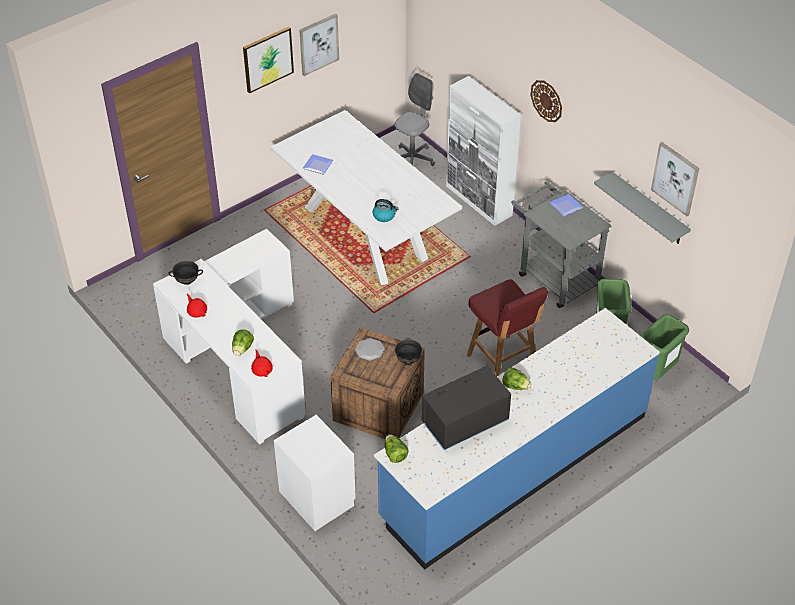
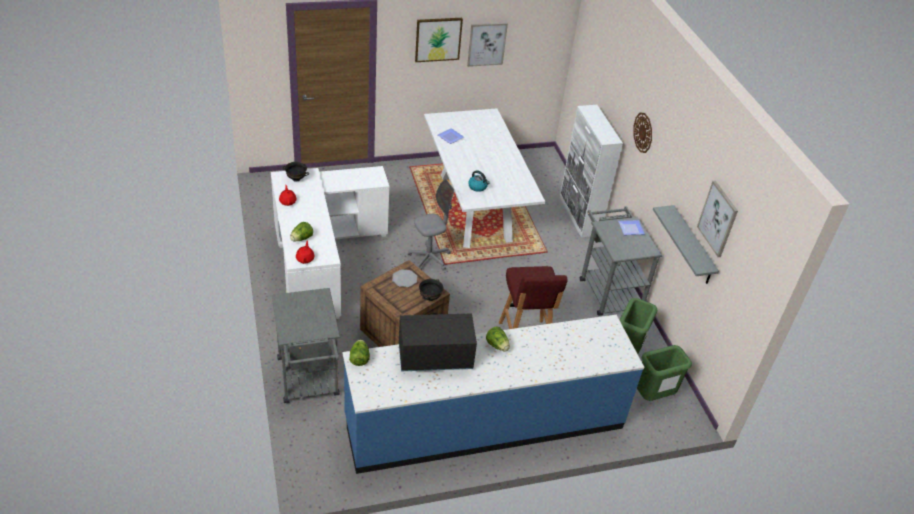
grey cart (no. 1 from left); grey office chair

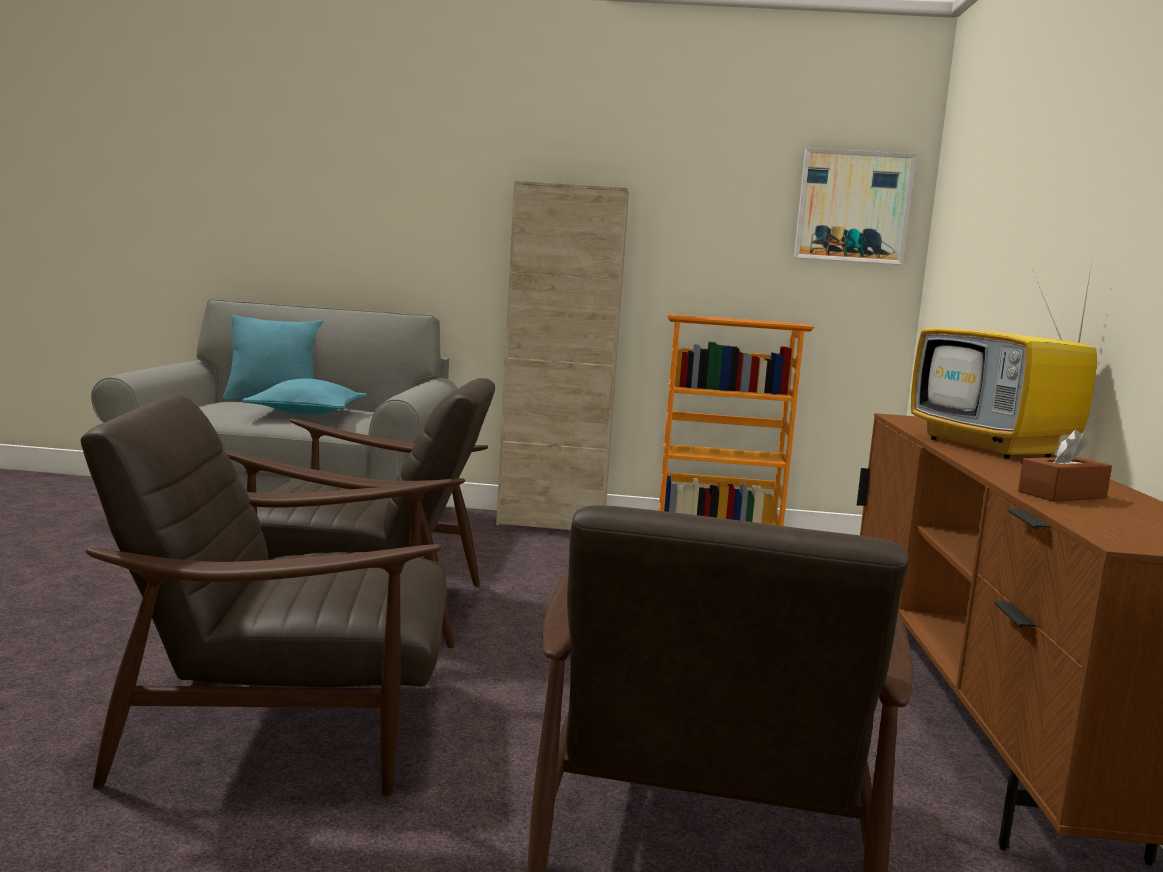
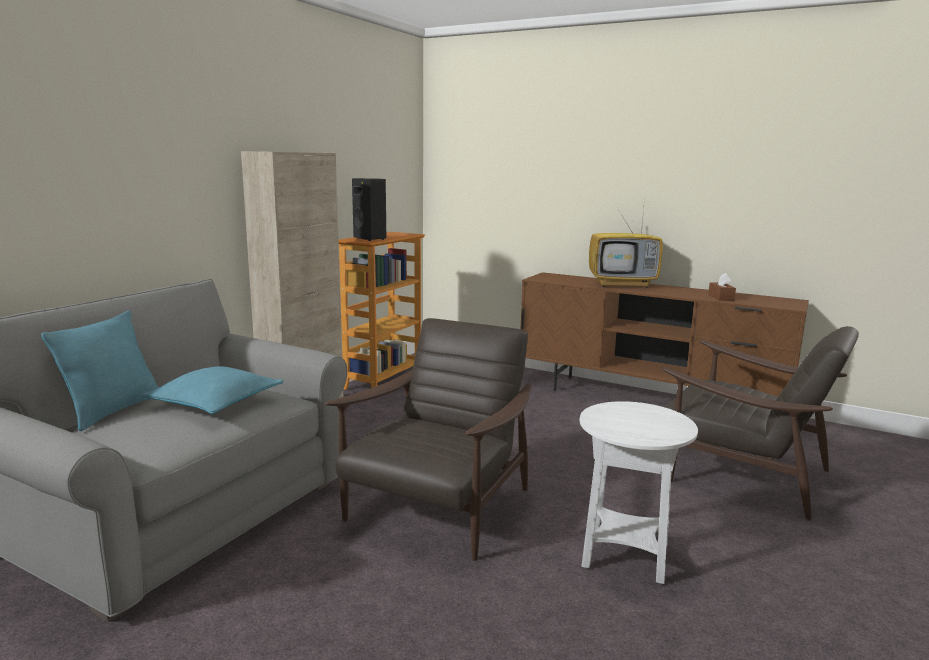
white side table; picture; black speaker

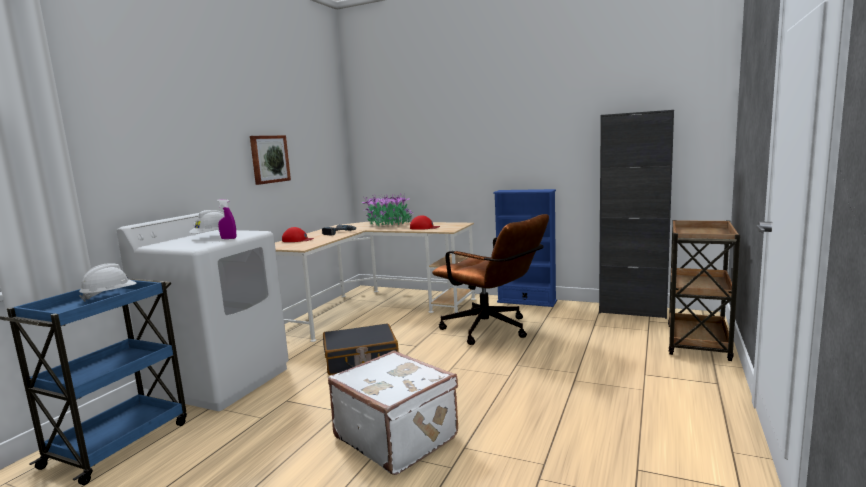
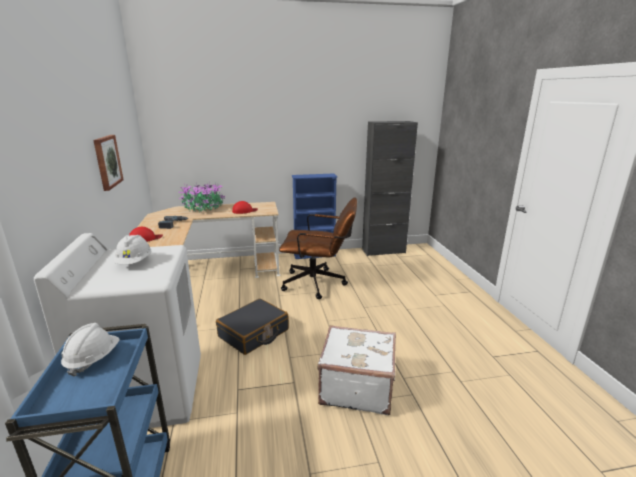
purple spray bottle; brown cart

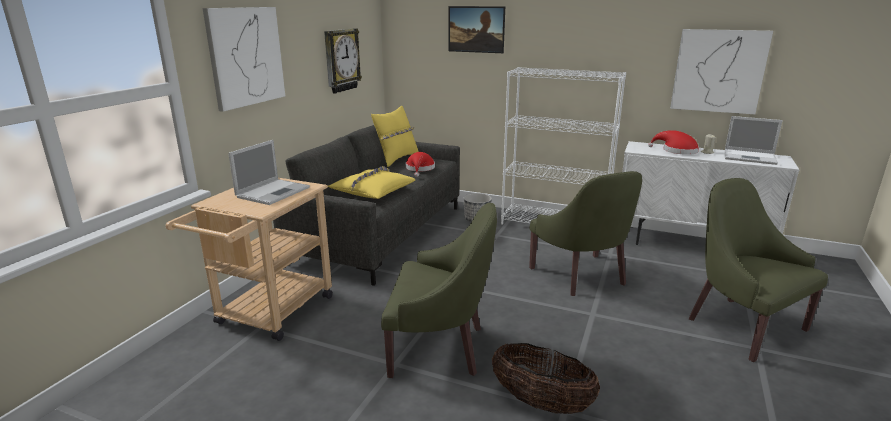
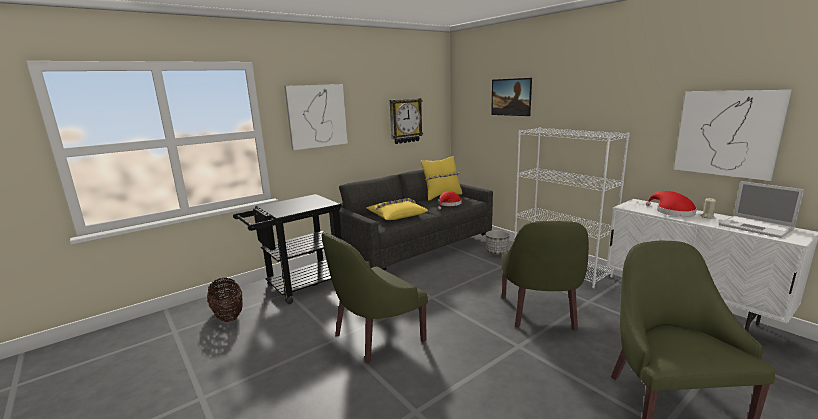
black cart; laptop (no. 1 from left in the first image); green armchair (no. 1 from left); basket

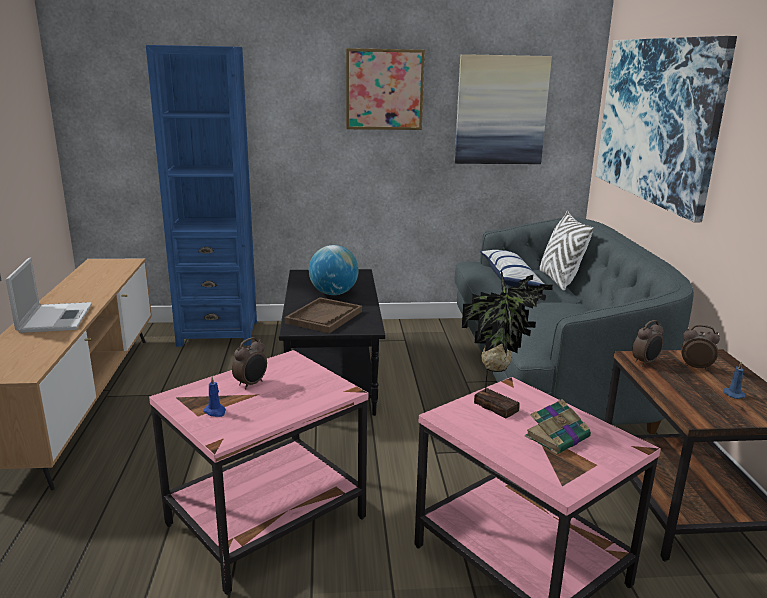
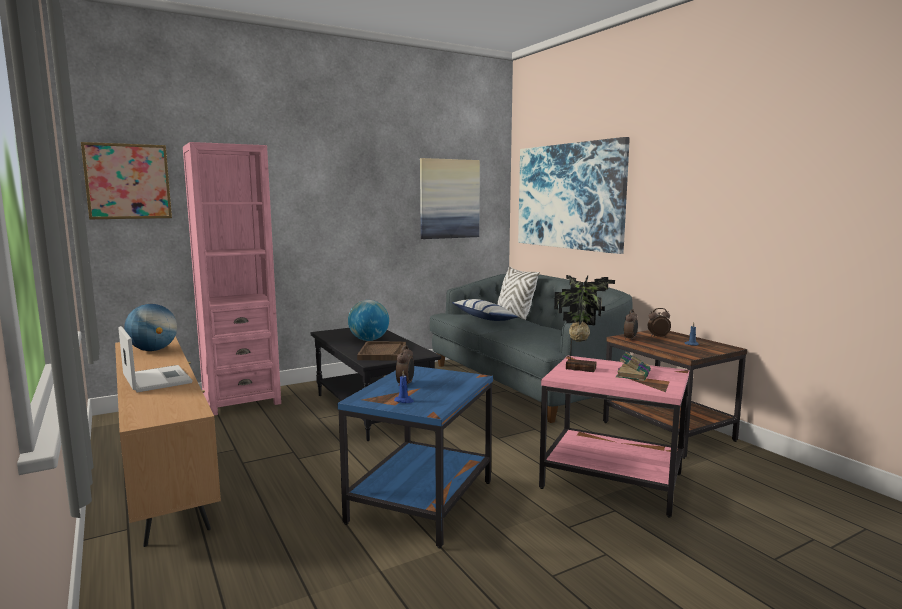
pink bookcase; blue side table; picture (no. 1 from left); globe (no. 1 from left)

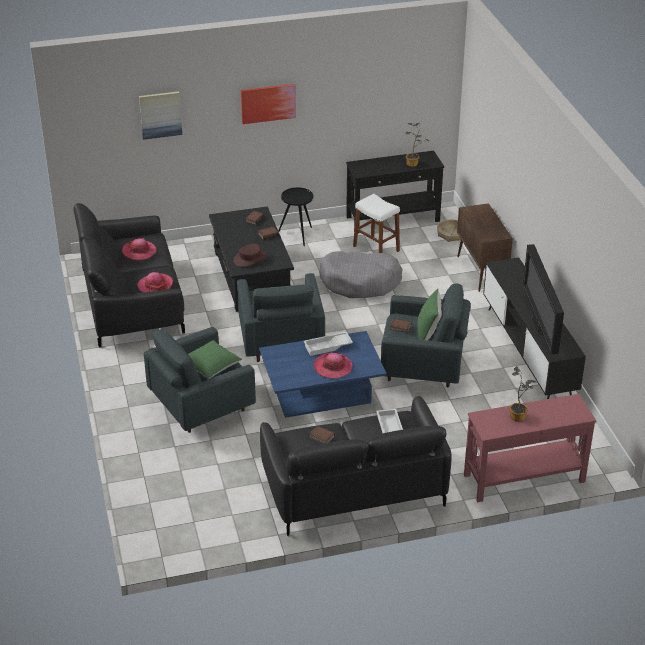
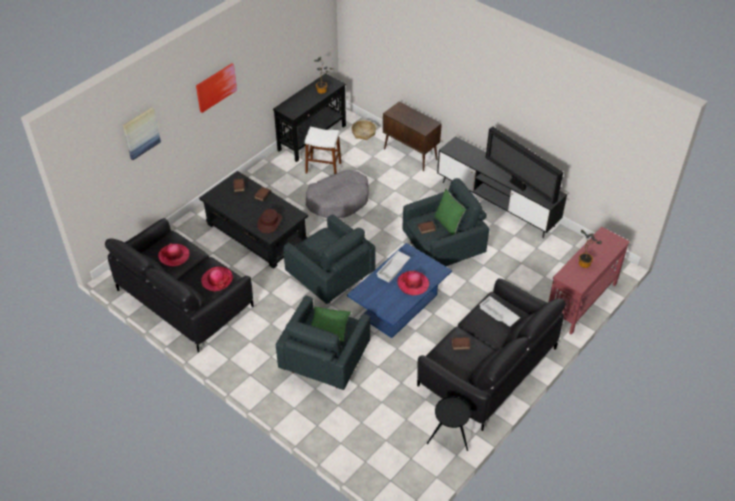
black side table

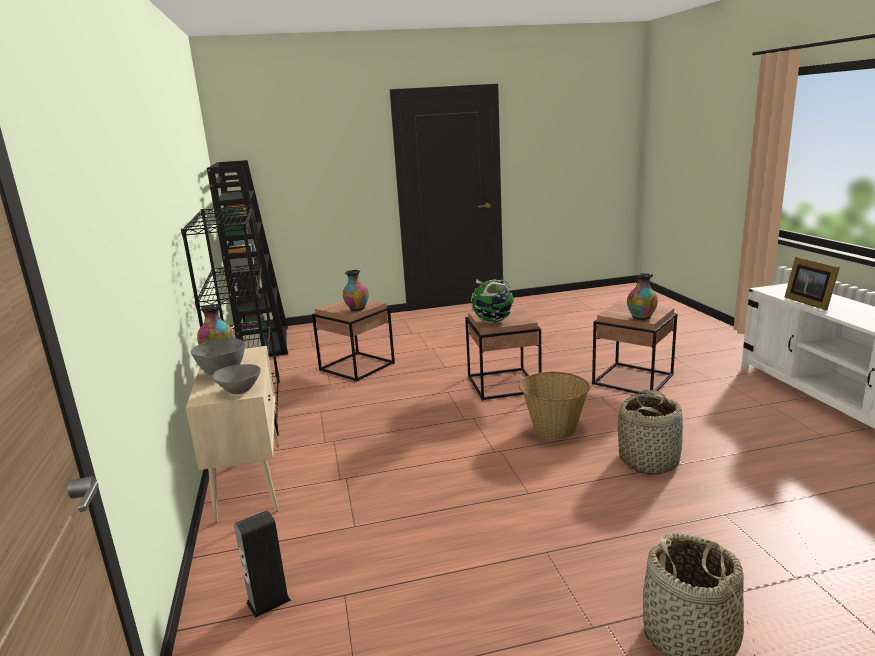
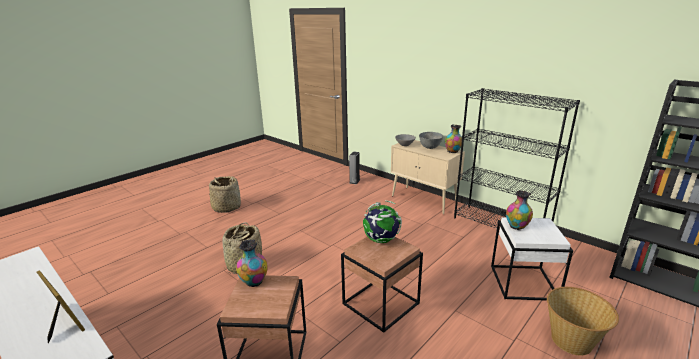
white side table; basket (no. 3 from left)

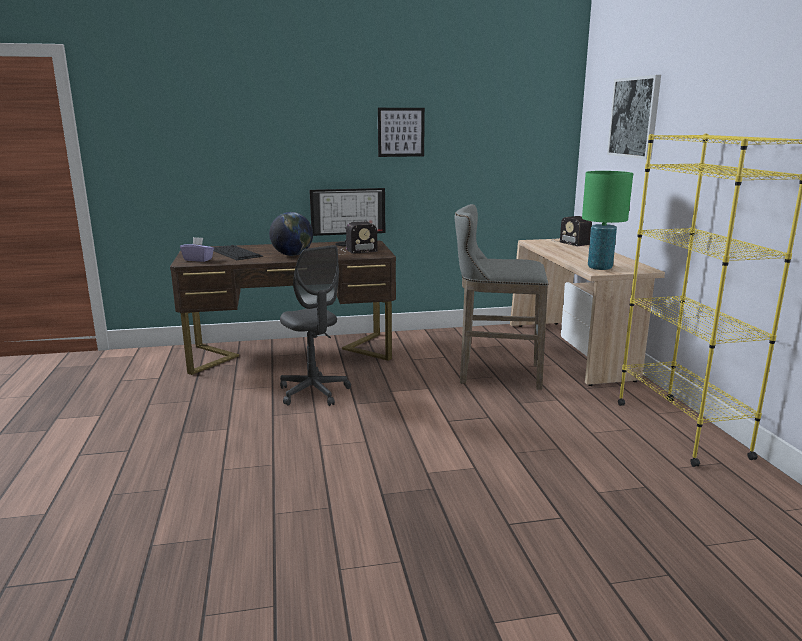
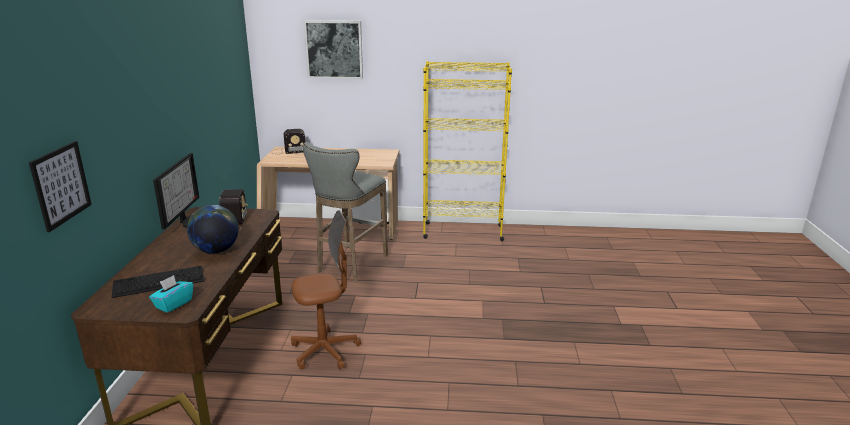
turquoise tissue box; brown office chair; picture (no. 1 from left); green table lamp

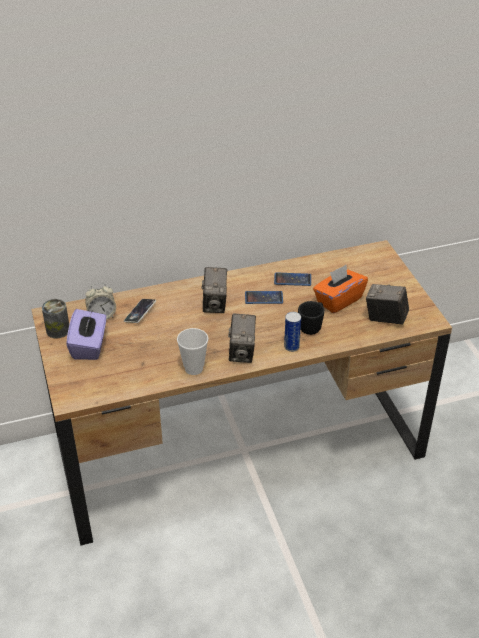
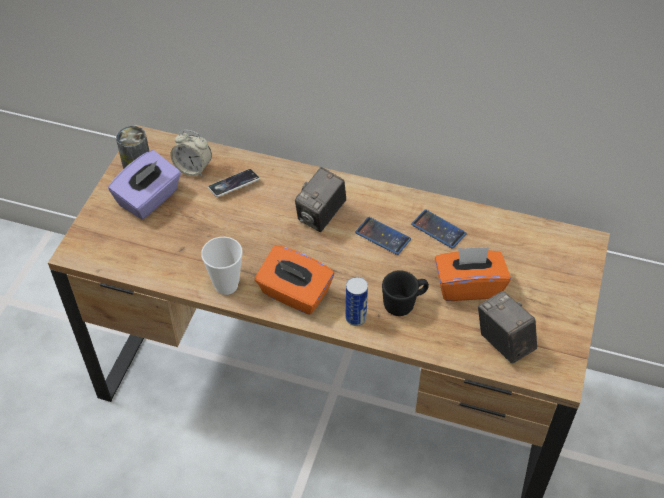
orange tissue box (no. 1 from left)

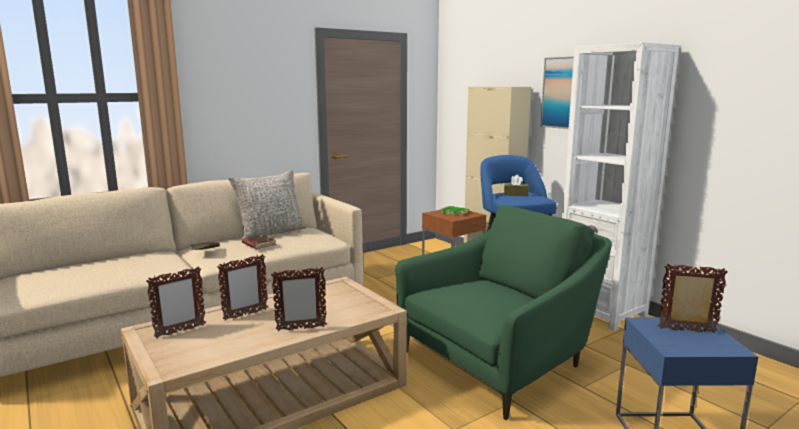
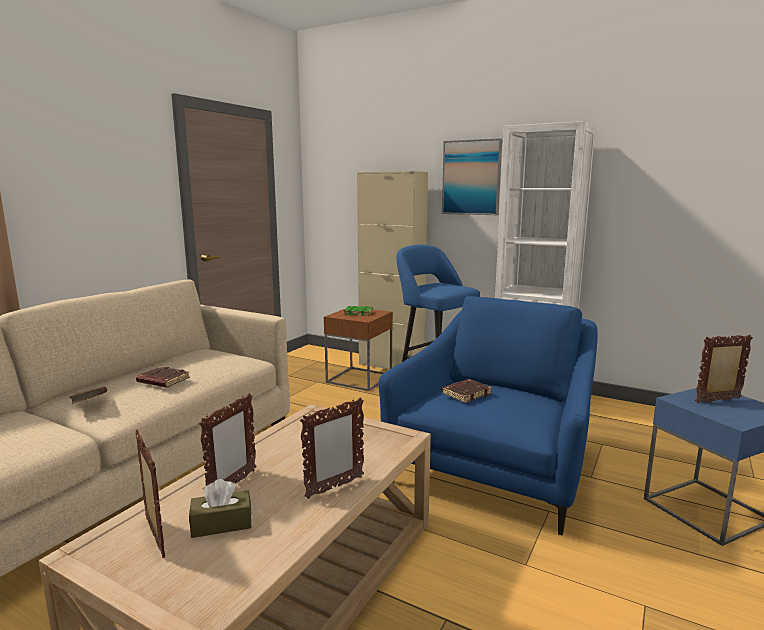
picture frame (no. 1 from left); grey pillow; blue armchair; brown tissue box; brown book (no. 3 from left)

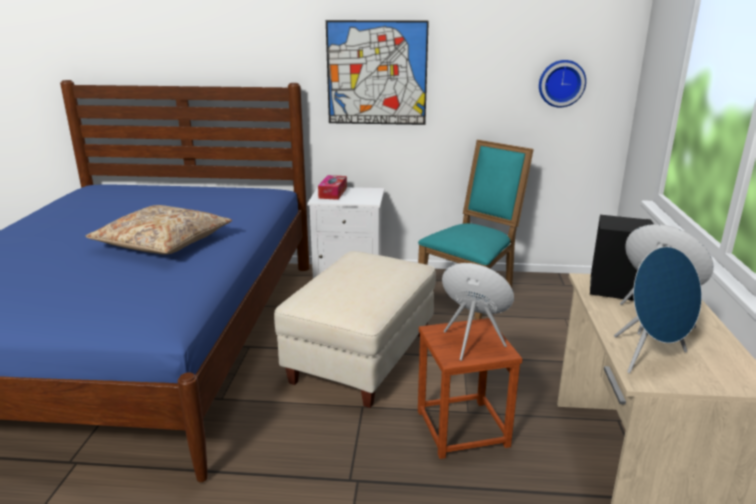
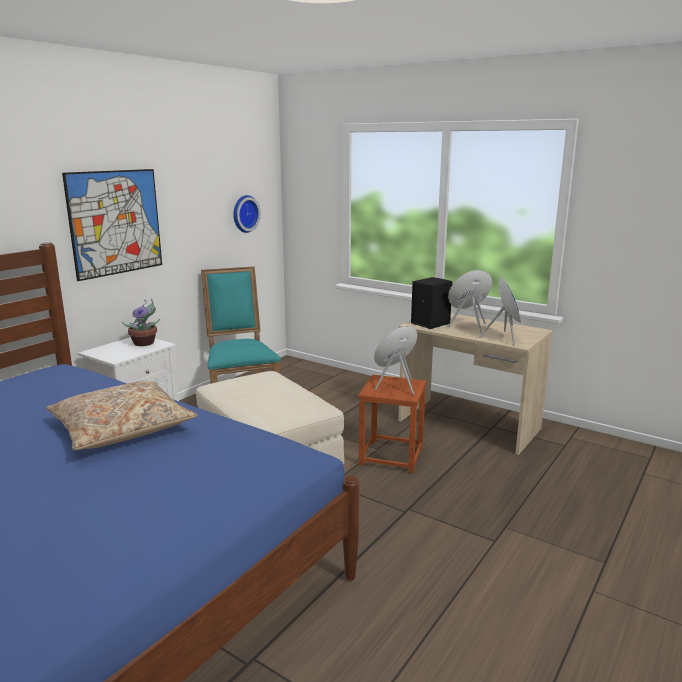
tissue box; potted plant

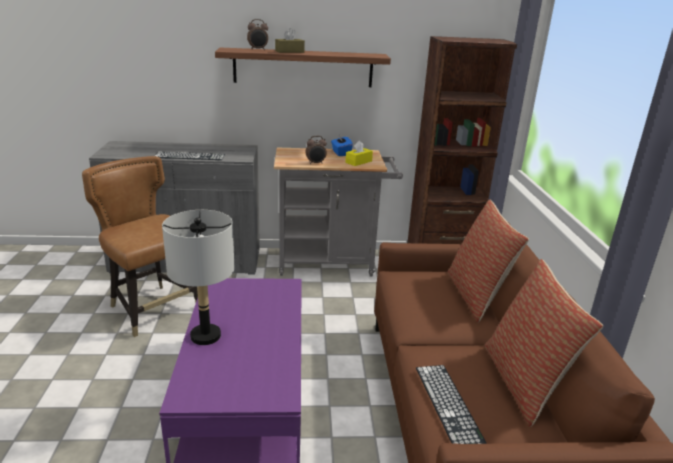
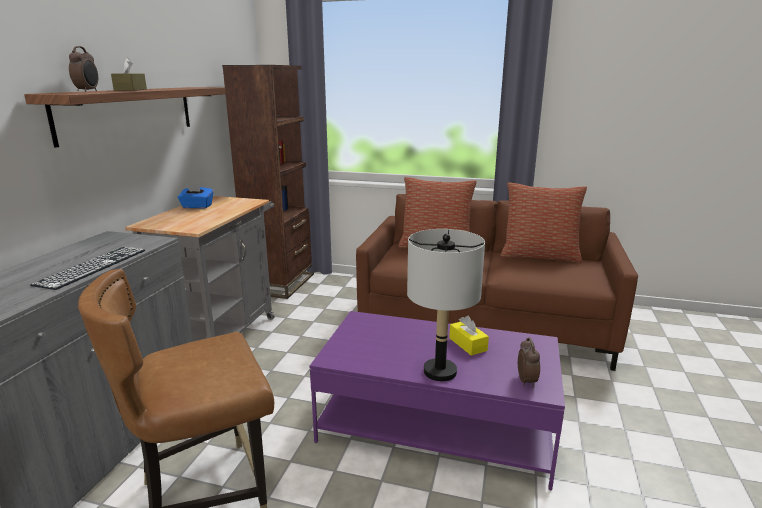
alarm clock (no. 2 from left); yellow tissue box; keyboard (no. 2 from left in the first image)

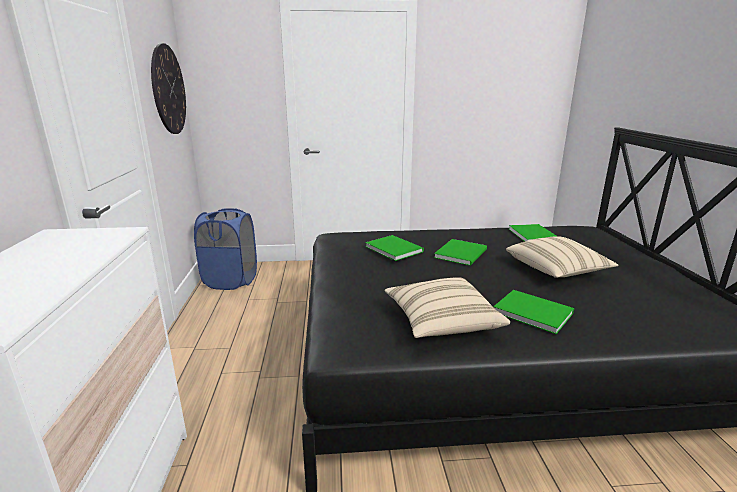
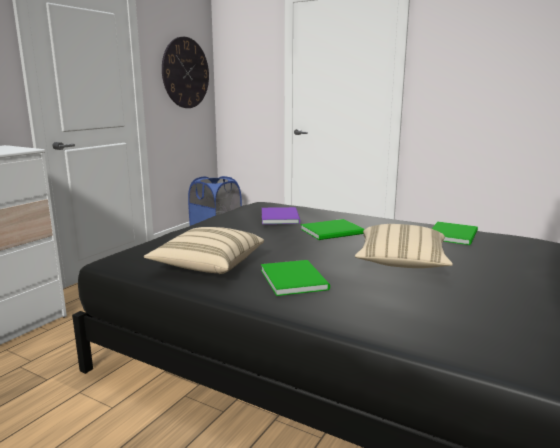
purple book

